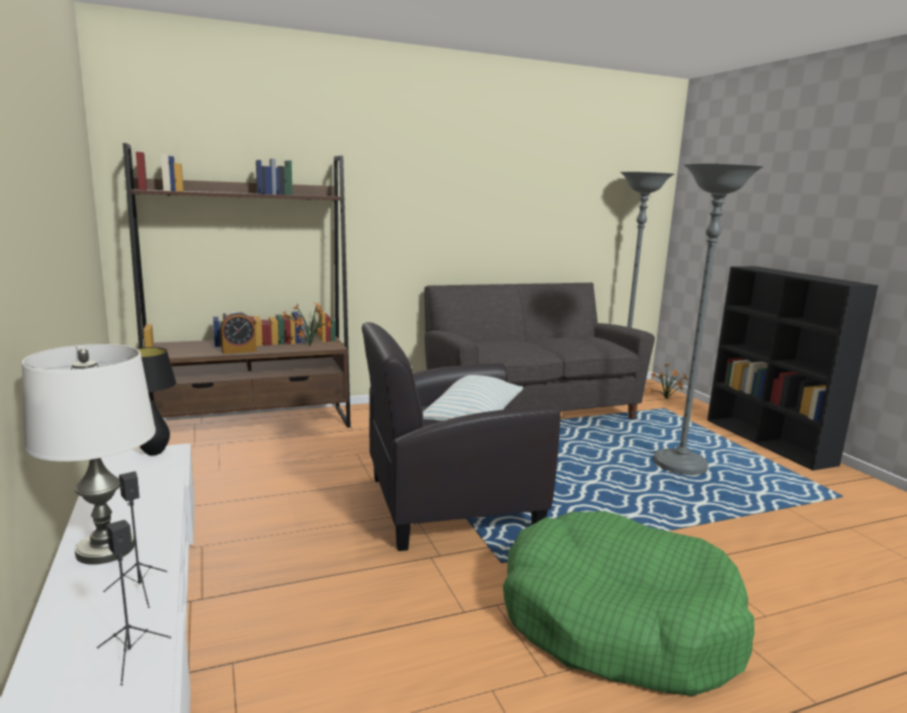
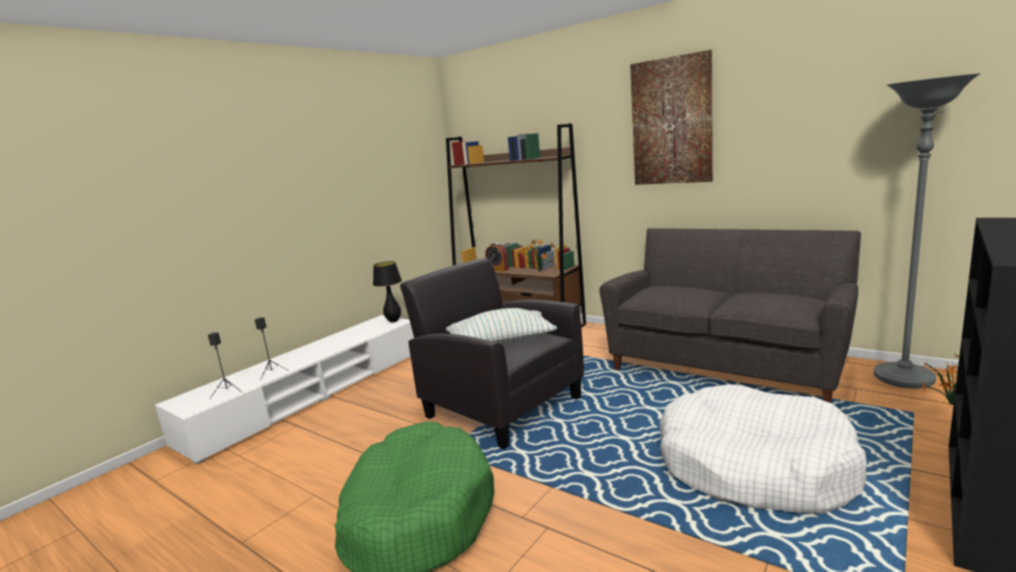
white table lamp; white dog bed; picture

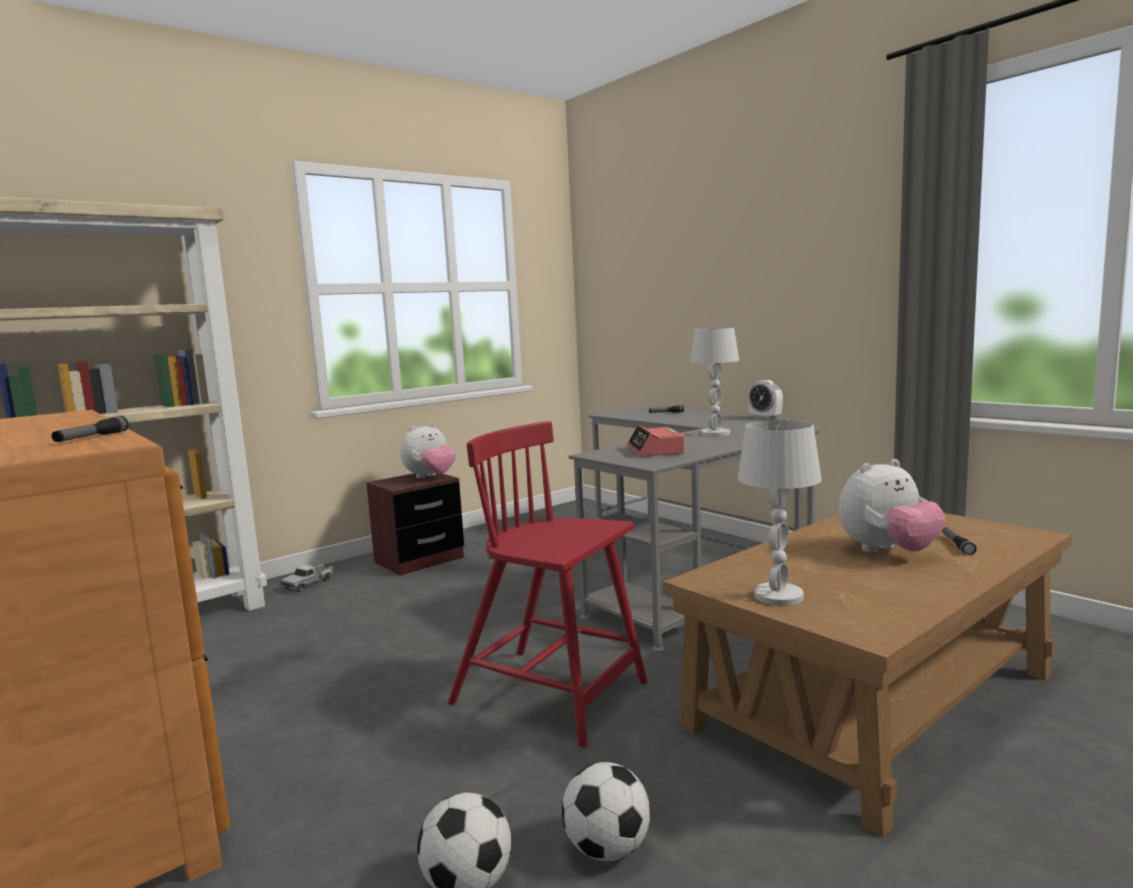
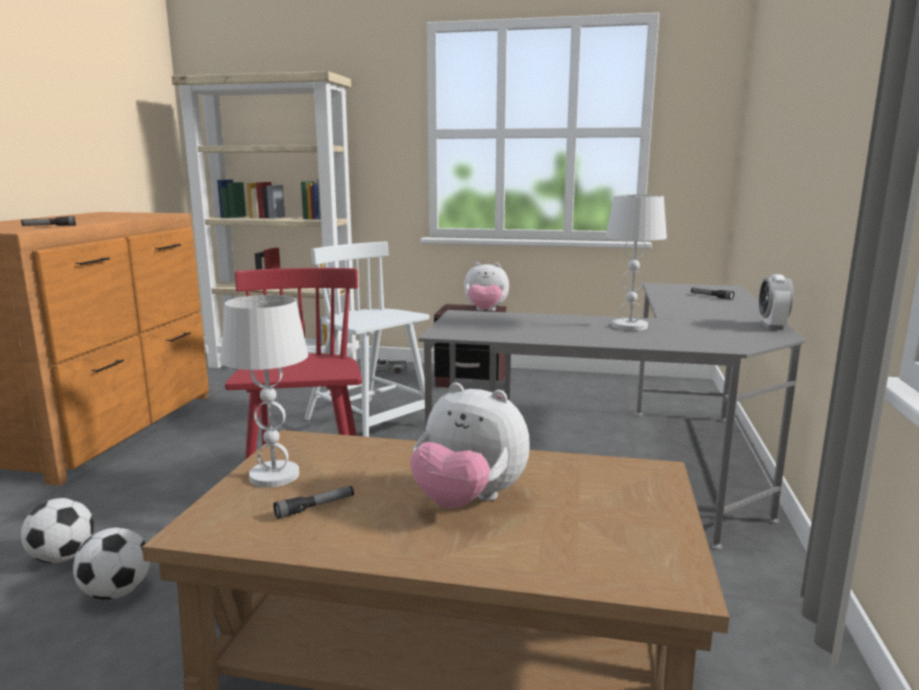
alarm clock (no. 1 from left in the first image); flashlight (no. 2 from left); white chair

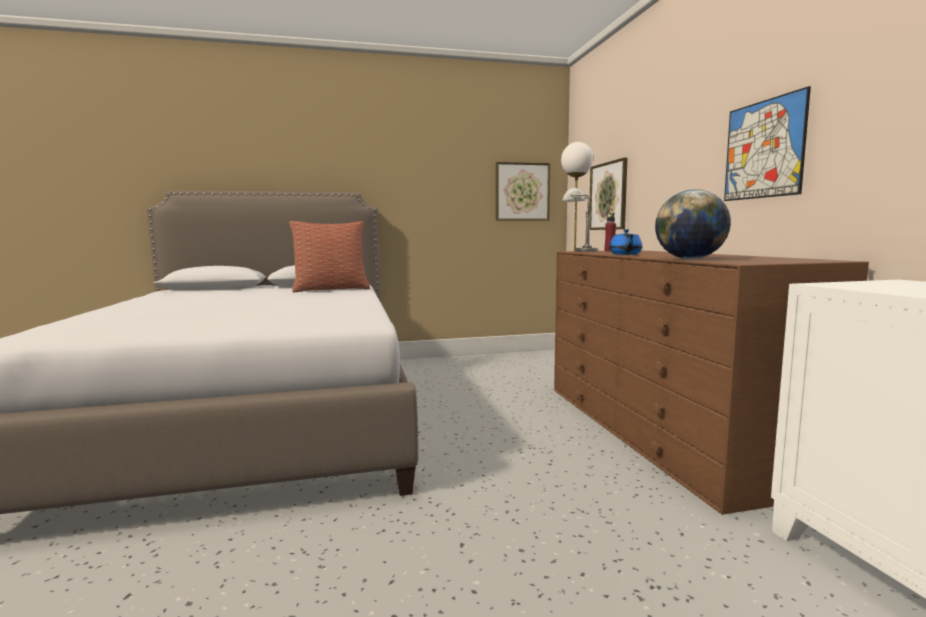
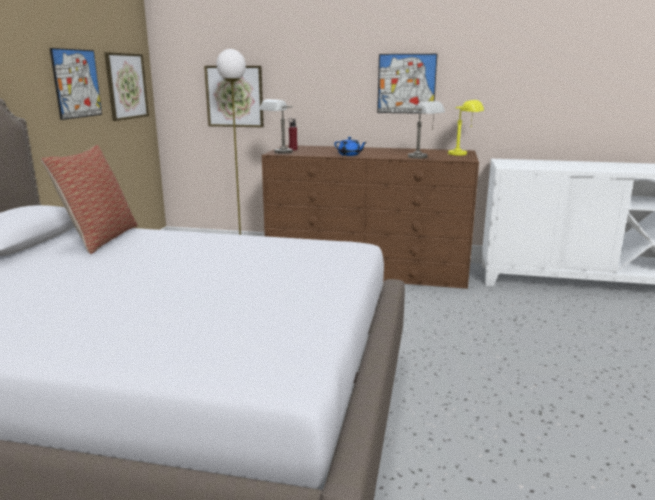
grey table lamp (no. 2 from left); picture (no. 1 from left); yellow table lamp

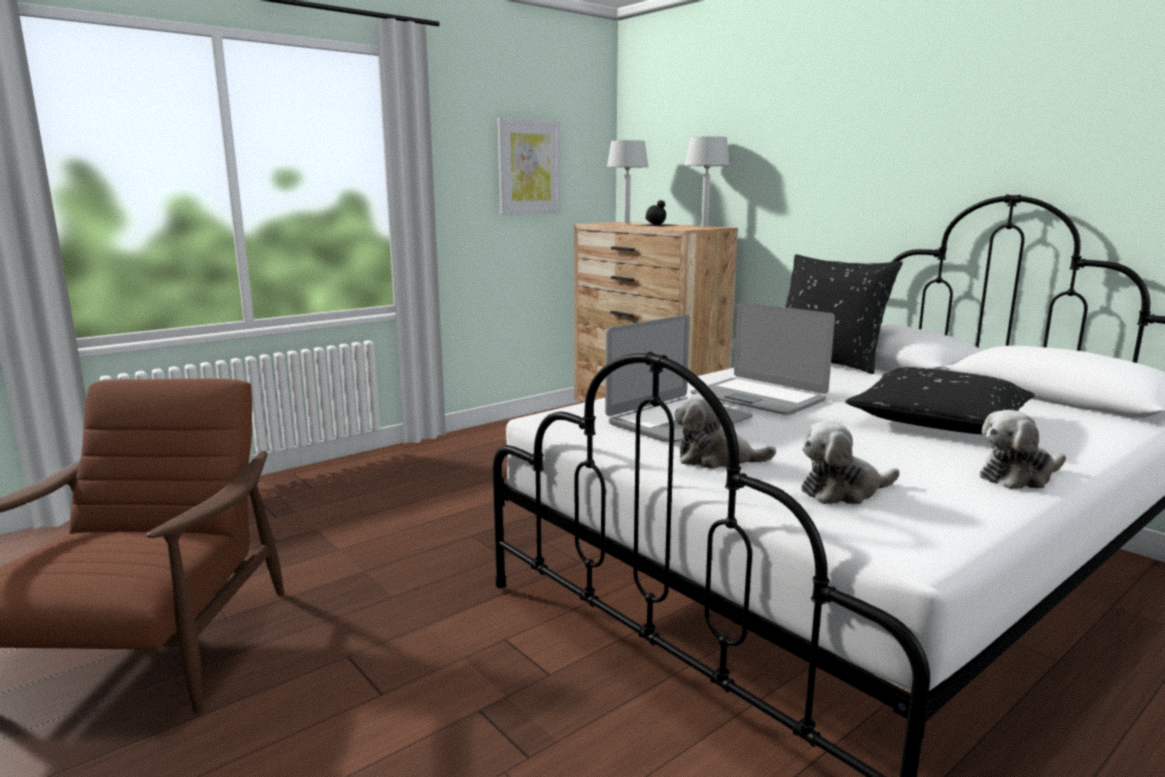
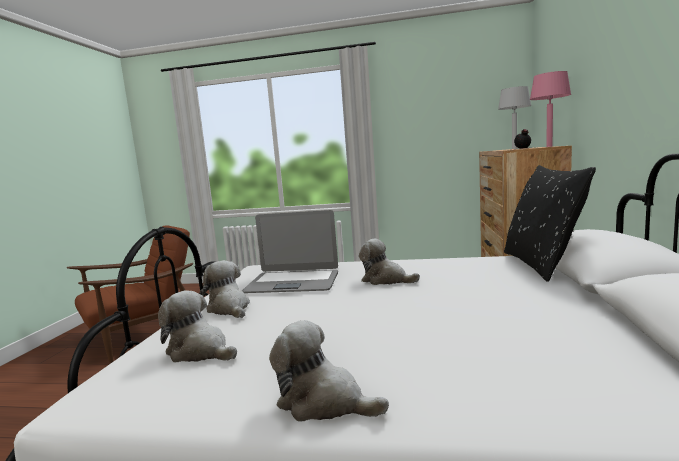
picture; pink table lamp; plush toy (no. 4 from left); black pillow (no. 2 from left in the first image)

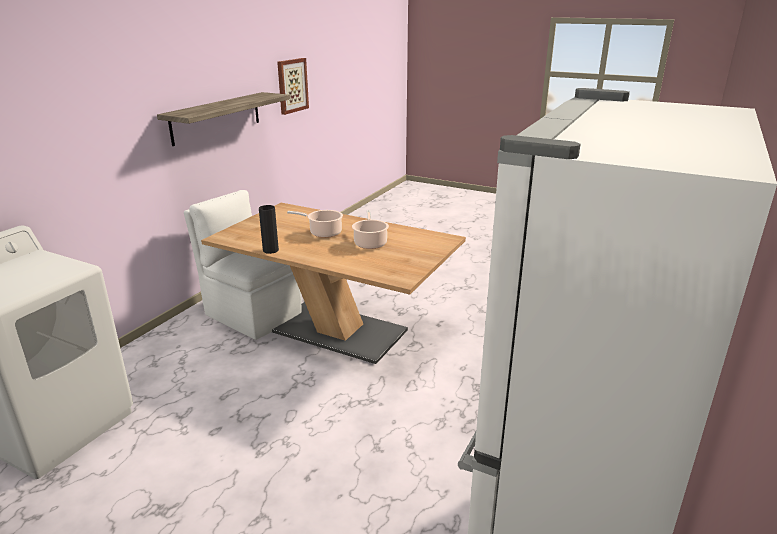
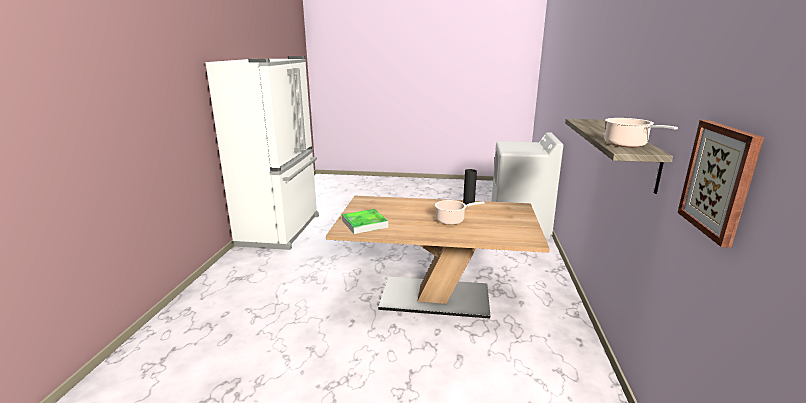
white chair; cooking pot (no. 2 from left); tray

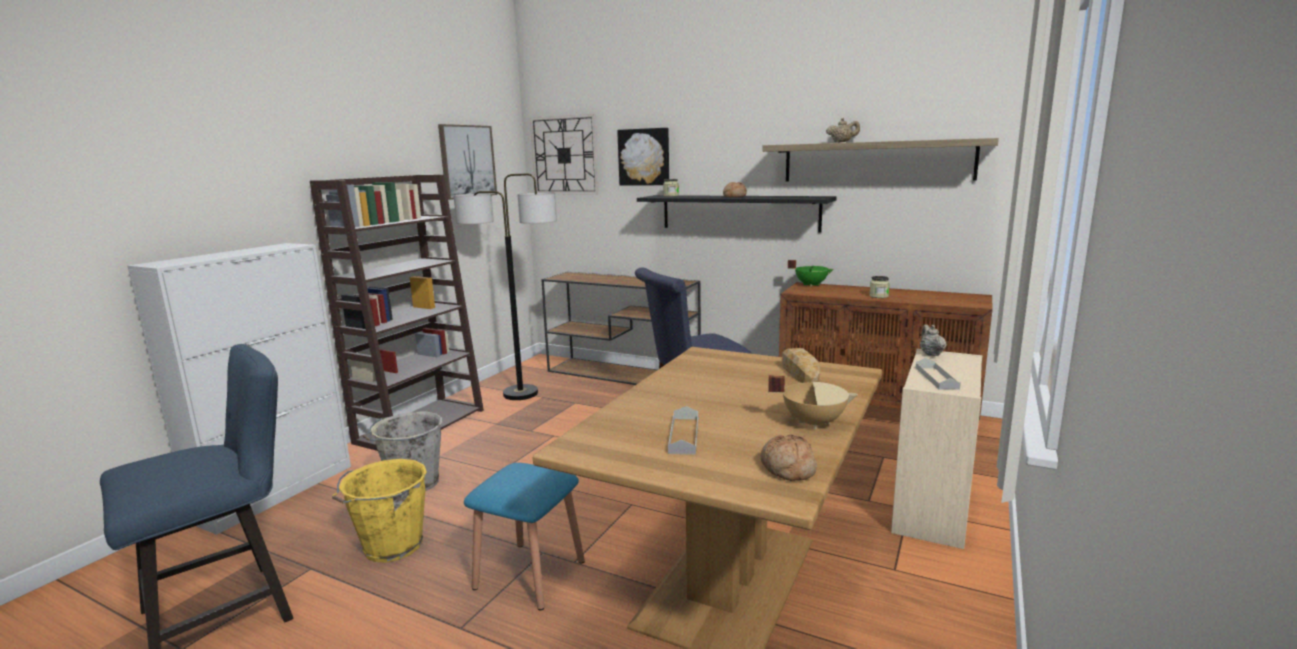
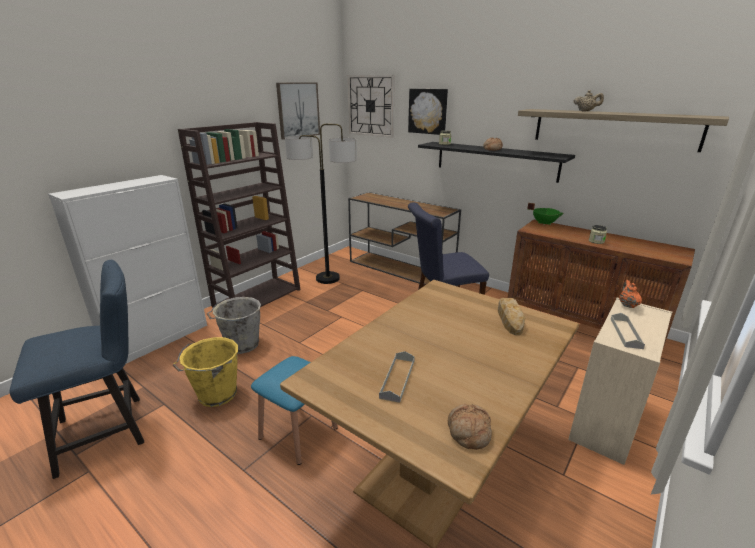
beige cooking pot; orange teapot

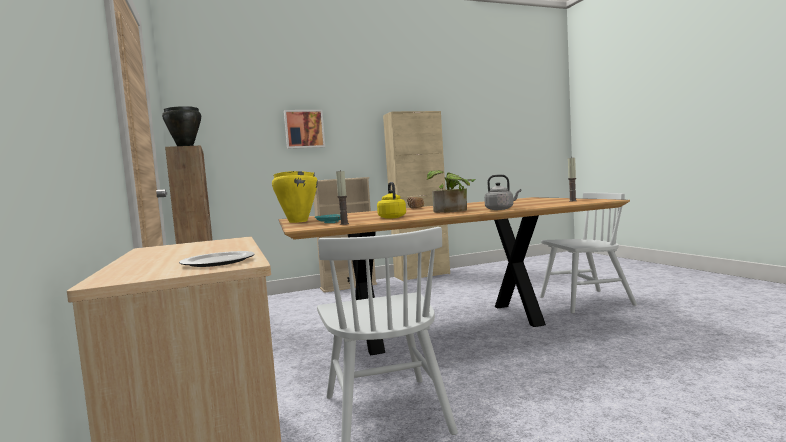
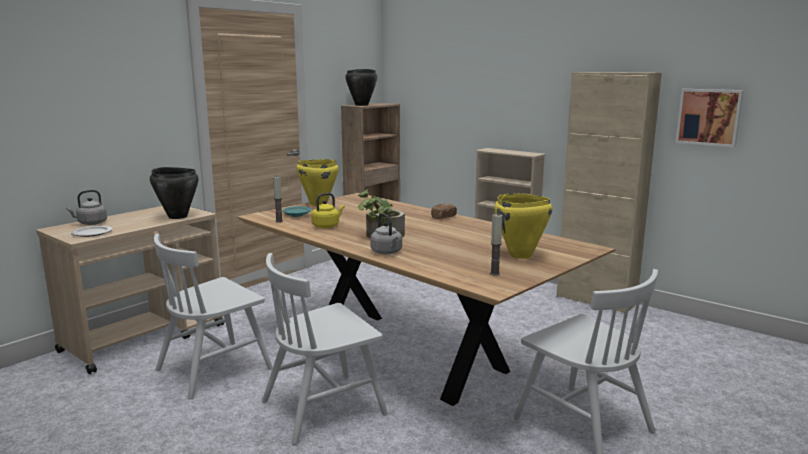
picture; grey kettle (no. 1 from left); black cooking pot (no. 1 from left); white chair (no. 2 from left); yellow cooking pot (no. 2 from left)

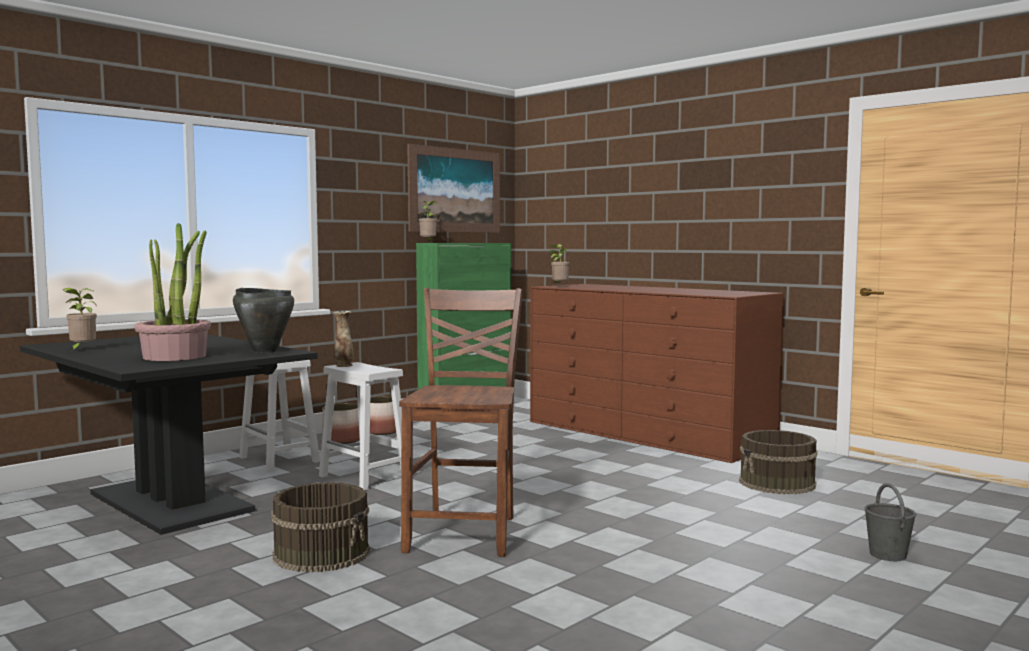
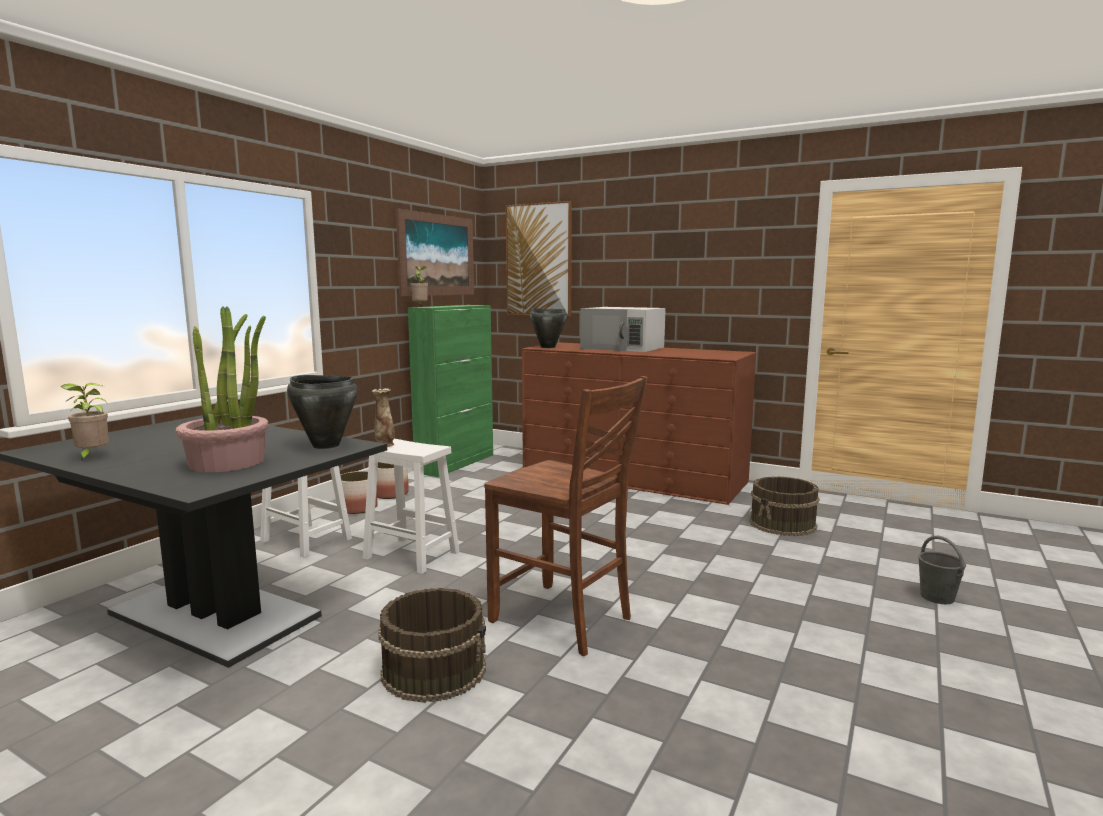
brown chair; black cooking pot (no. 2 from left); picture (no. 2 from left); white microwave

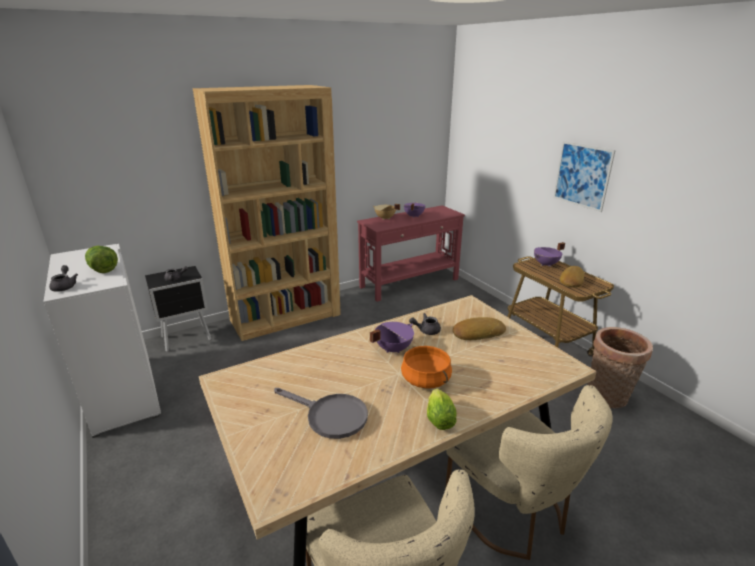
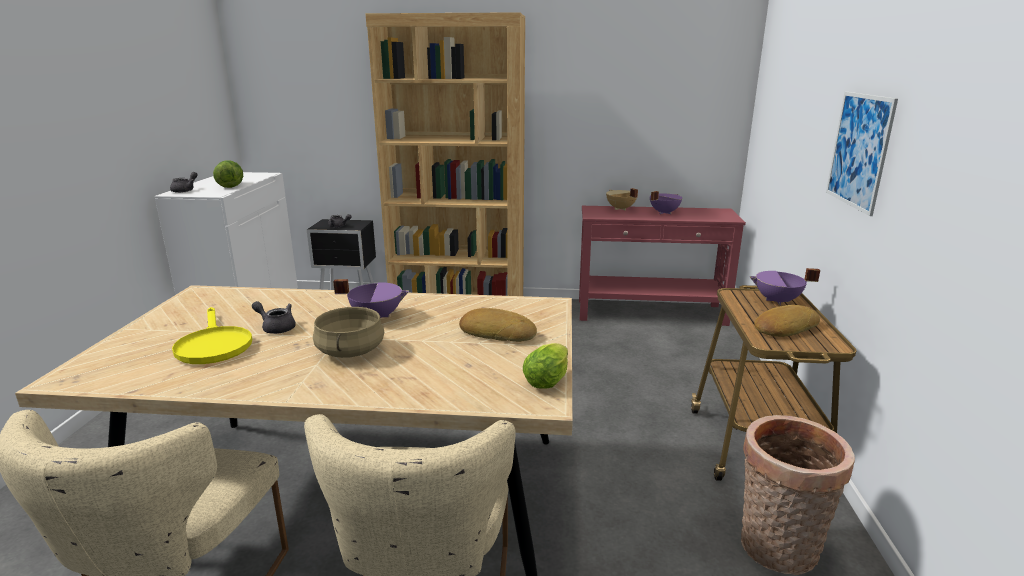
yellow frying pan; beige cooking pot (no. 1 from left); grey teapot (no. 2 from left); lettuce (no. 2 from left)

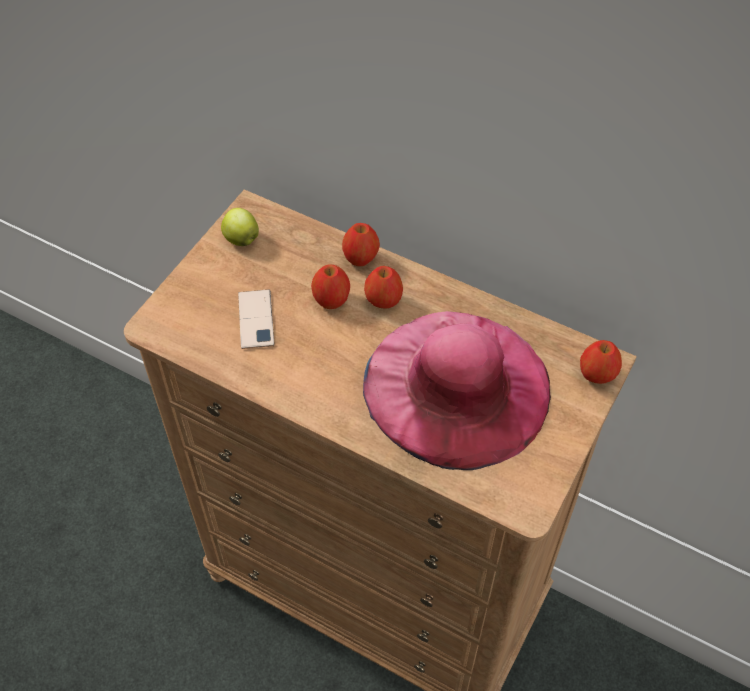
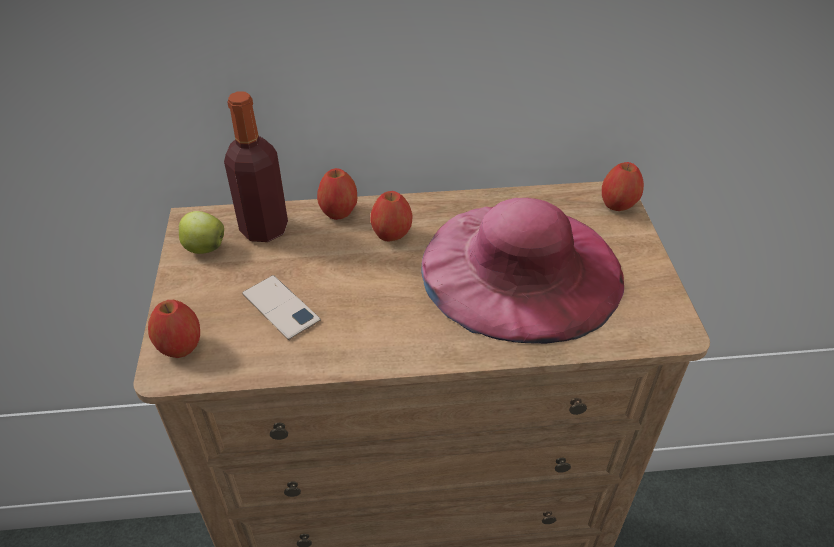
apple (no. 1 from left); bottle

